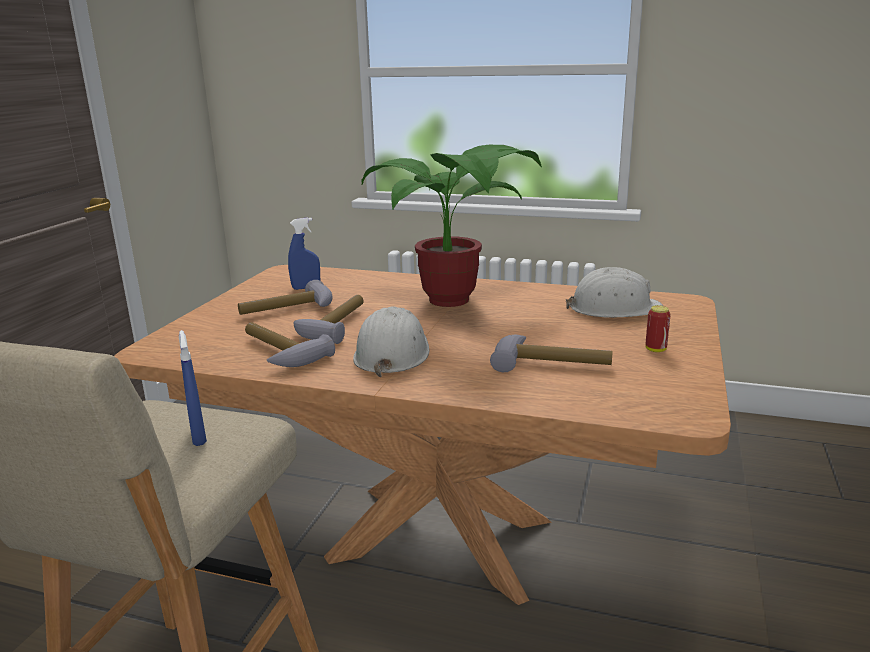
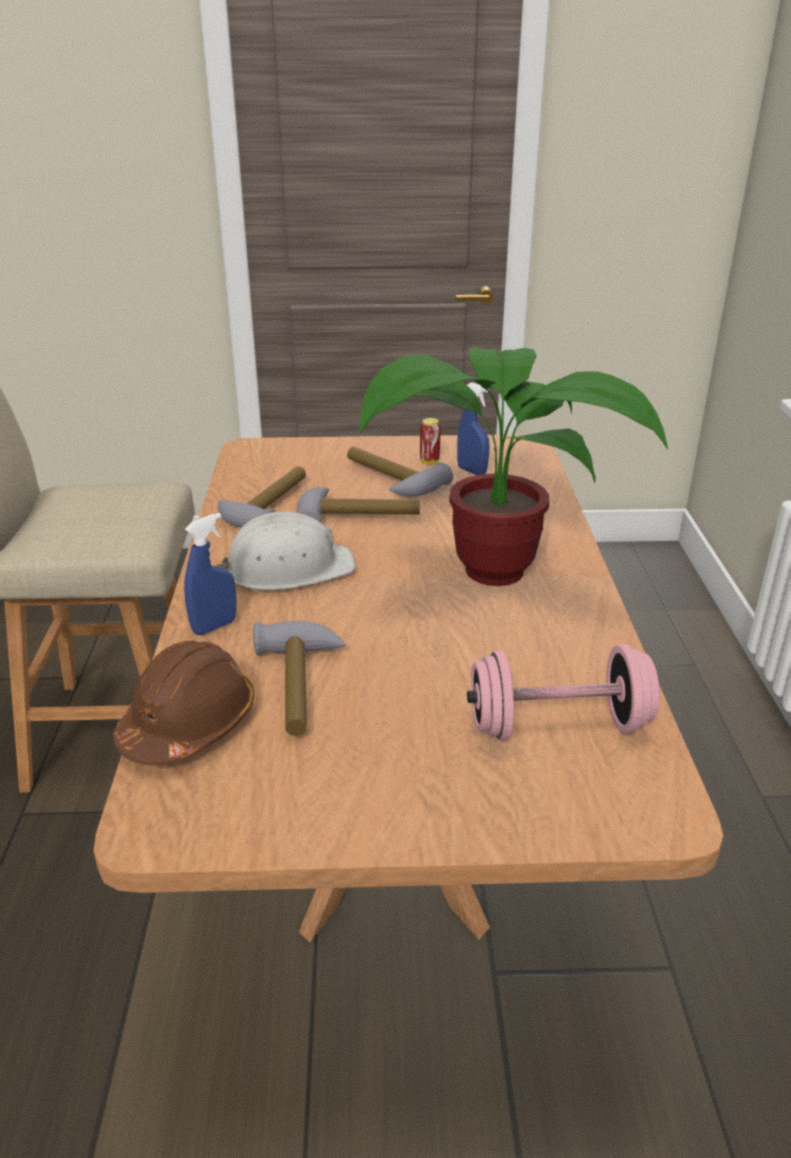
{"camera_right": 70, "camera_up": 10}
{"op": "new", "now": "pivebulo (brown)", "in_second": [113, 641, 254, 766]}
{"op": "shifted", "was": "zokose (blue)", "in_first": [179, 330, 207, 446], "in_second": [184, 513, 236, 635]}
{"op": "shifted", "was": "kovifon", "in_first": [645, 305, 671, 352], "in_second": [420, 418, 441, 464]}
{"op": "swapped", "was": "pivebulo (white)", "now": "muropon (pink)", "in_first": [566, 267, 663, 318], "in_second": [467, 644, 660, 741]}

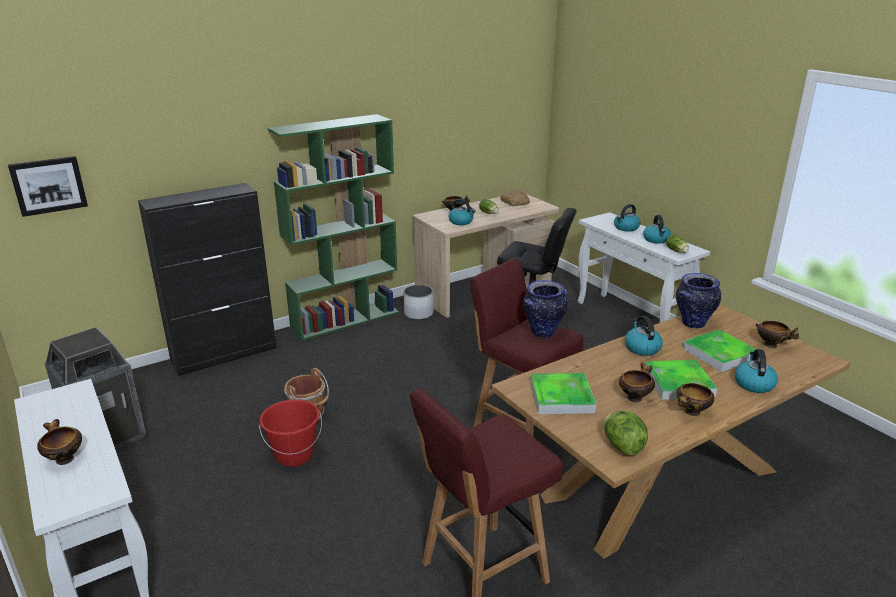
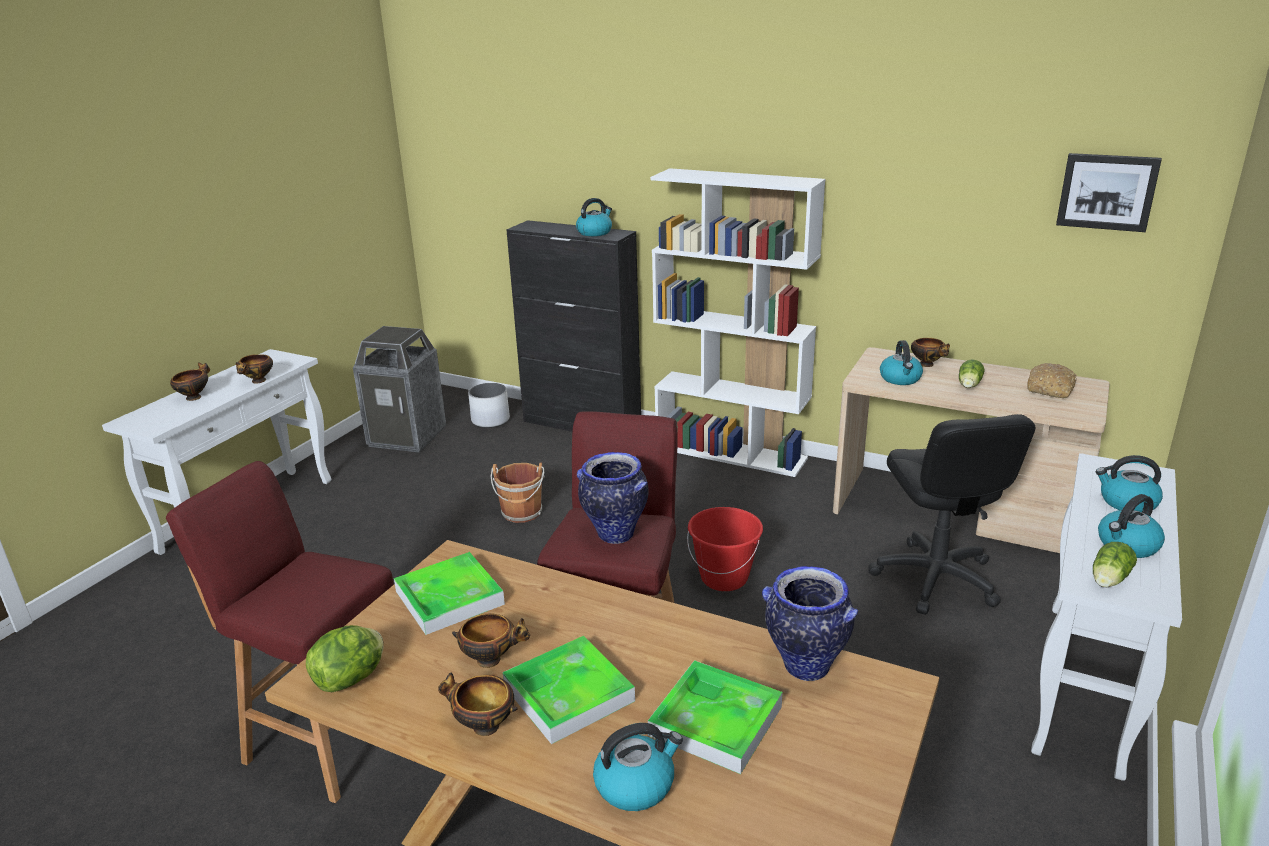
{"camera_right": 60, "camera_up": 0}
{"op": "shifted", "was": "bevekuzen", "in_first": [8, 156, 88, 217], "in_second": [1056, 153, 1162, 232]}
{"op": "shifted", "was": "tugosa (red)", "in_first": [259, 399, 322, 467], "in_second": [687, 507, 763, 591]}
{"op": "shifted", "was": "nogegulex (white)", "in_first": [404, 285, 433, 320], "in_second": [468, 383, 510, 428]}
{"op": "shifted", "was": "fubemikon", "in_first": [625, 316, 663, 356], "in_second": [576, 198, 612, 236]}
{"op": "shifted", "was": "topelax", "in_first": [756, 321, 799, 348], "in_second": [236, 354, 273, 384]}
{"op": "repainted", "was": "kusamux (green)", "now": "kusamux (white)", "in_first": [268, 114, 399, 341], "in_second": [650, 168, 825, 477]}

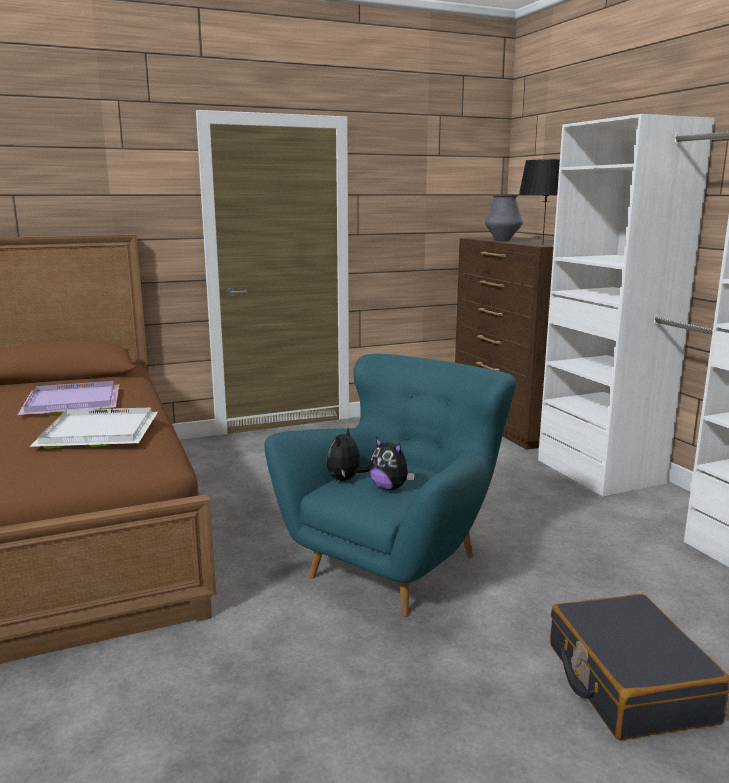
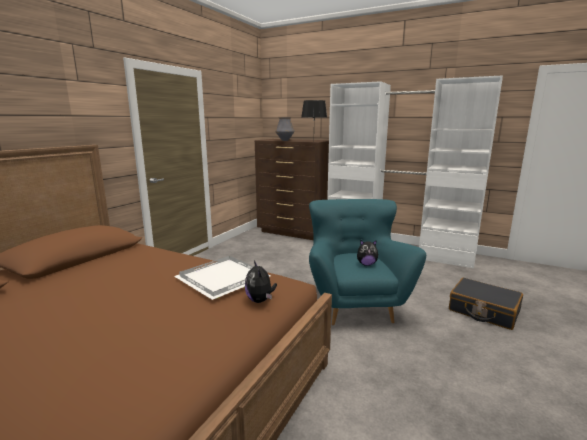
{"camera_right": -40, "camera_up": 0}
{"op": "gone", "was": "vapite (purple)", "in_first": [18, 381, 119, 415]}
{"op": "shifted", "was": "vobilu", "in_first": [326, 428, 370, 481], "in_second": [245, 261, 277, 303]}

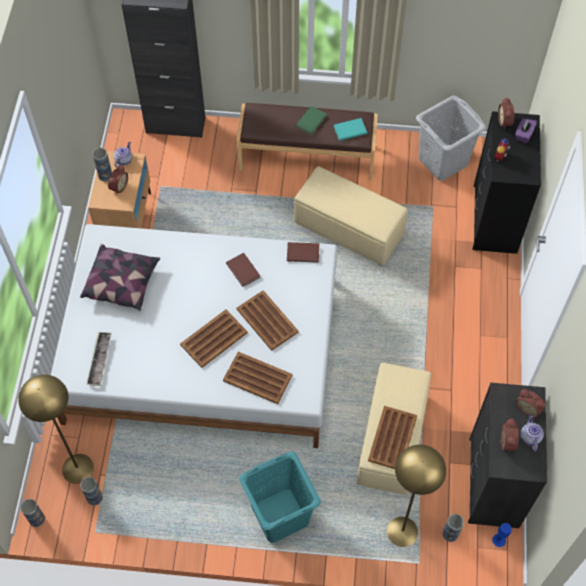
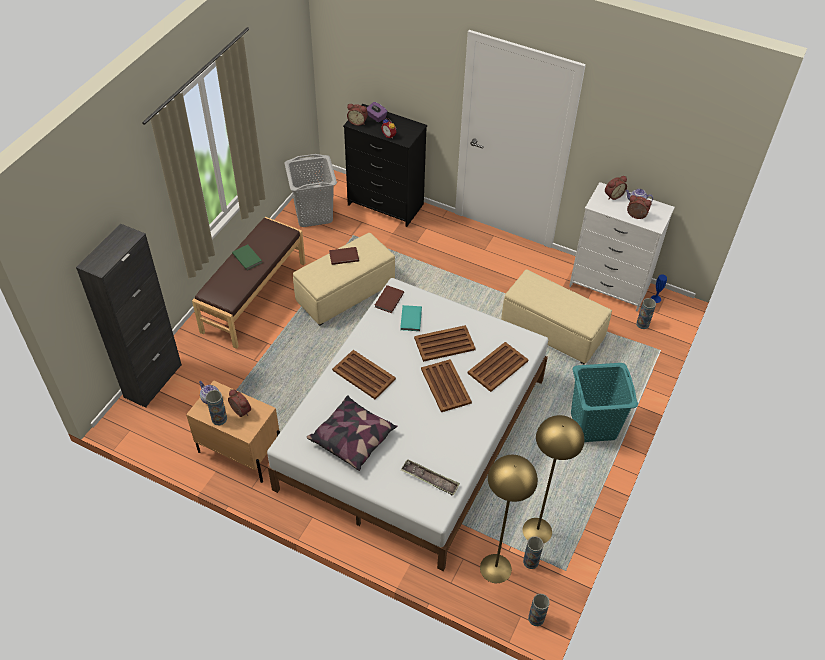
{"camera_right": -70, "camera_up": -10}
{"op": "shifted", "was": "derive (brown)", "in_first": [226, 253, 261, 287], "in_second": [329, 247, 359, 265]}
{"op": "shifted", "was": "derive (turquoise)", "in_first": [334, 118, 367, 141], "in_second": [400, 305, 422, 331]}
{"op": "shifted", "was": "vapite (brown)", "in_first": [368, 406, 418, 469], "in_second": [332, 350, 396, 399]}
{"op": "shifted", "was": "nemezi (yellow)", "in_first": [387, 444, 446, 547], "in_second": [523, 415, 584, 544]}
{"op": "repainted", "was": "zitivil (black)", "now": "zitivil (white)", "in_first": [468, 382, 547, 528], "in_second": [569, 182, 675, 311]}

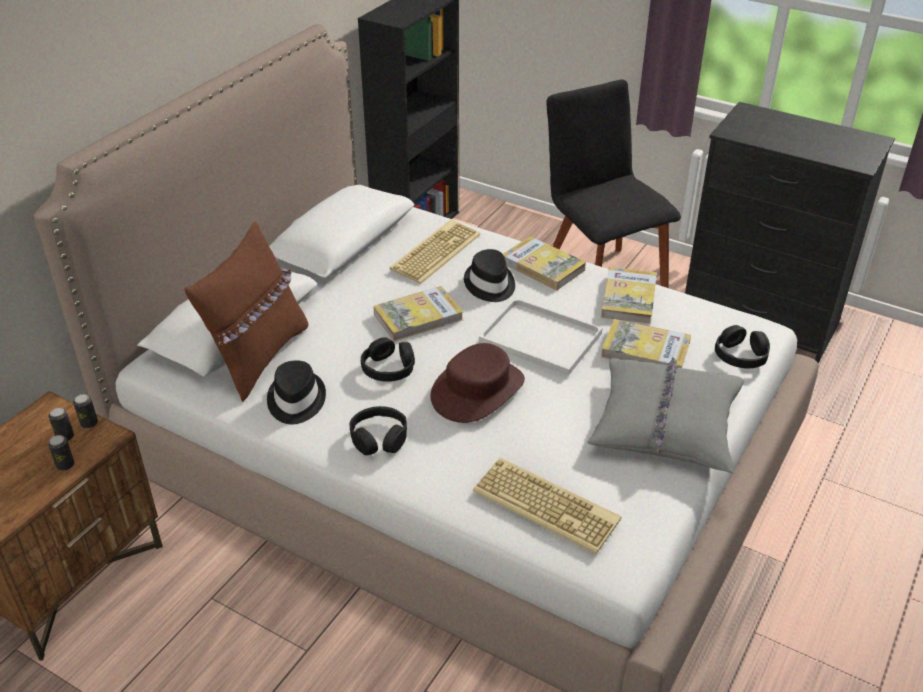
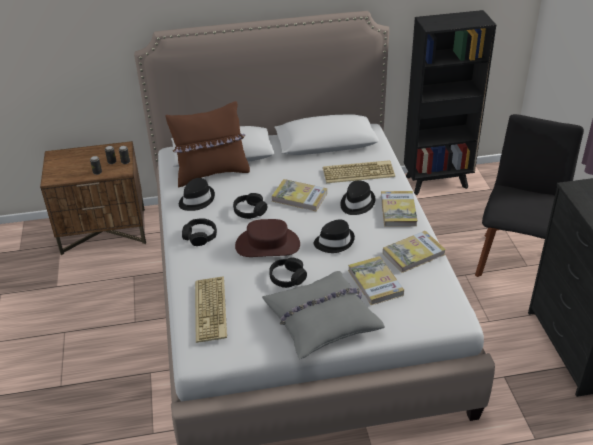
{"camera_right": 50, "camera_up": 0}
{"op": "shifted", "was": "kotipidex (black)", "in_first": [715, 325, 770, 368], "in_second": [269, 257, 307, 288]}
{"op": "swapped", "was": "vapite (white)", "now": "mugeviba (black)", "in_first": [479, 298, 602, 376], "in_second": [314, 219, 355, 253]}

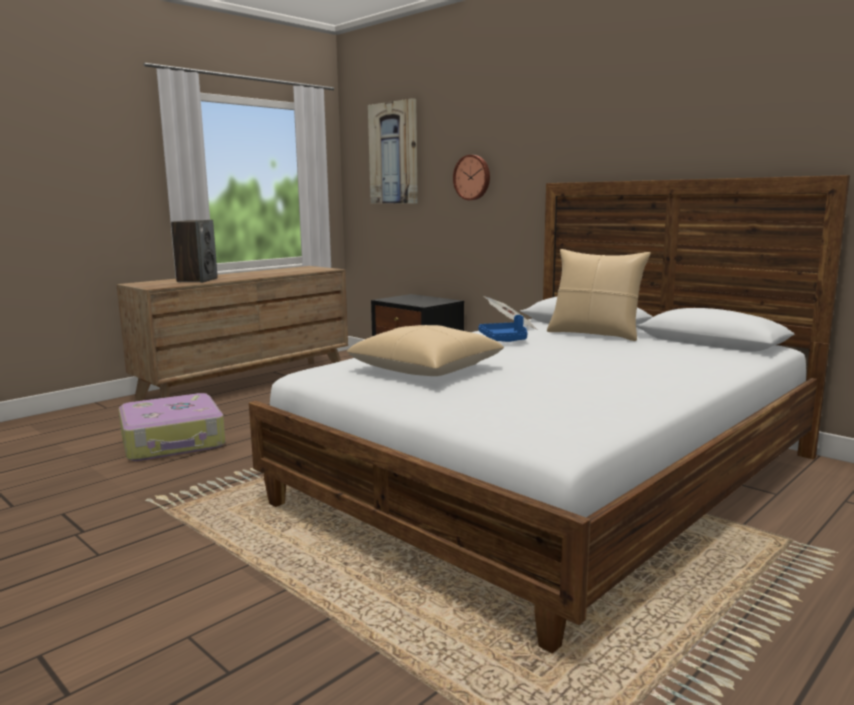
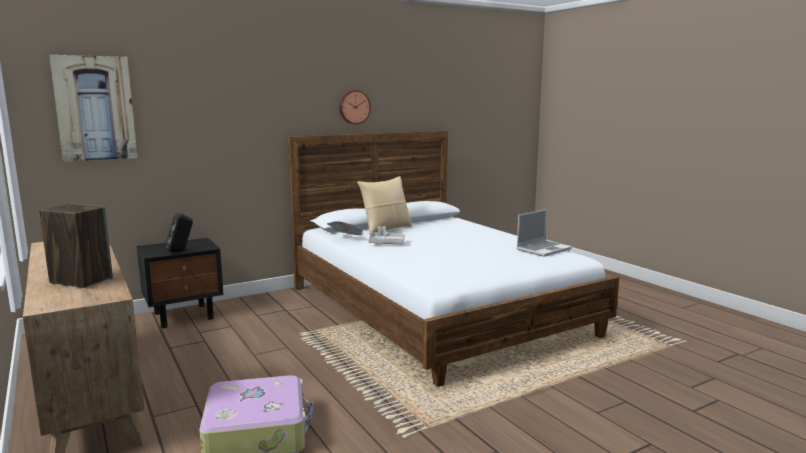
{"camera_right": -75, "camera_up": 0}
{"op": "gone", "was": "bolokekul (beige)", "in_first": [347, 325, 504, 376]}
{"op": "new", "now": "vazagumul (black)", "in_second": [166, 213, 193, 252]}
{"op": "new", "now": "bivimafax", "in_second": [516, 209, 572, 257]}
{"op": "shifted", "was": "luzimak", "in_first": [453, 155, 490, 200], "in_second": [339, 90, 371, 124]}
{"op": "repainted", "was": "vapite (blue)", "now": "vapite (grey)", "in_first": [478, 315, 528, 342], "in_second": [368, 226, 405, 244]}

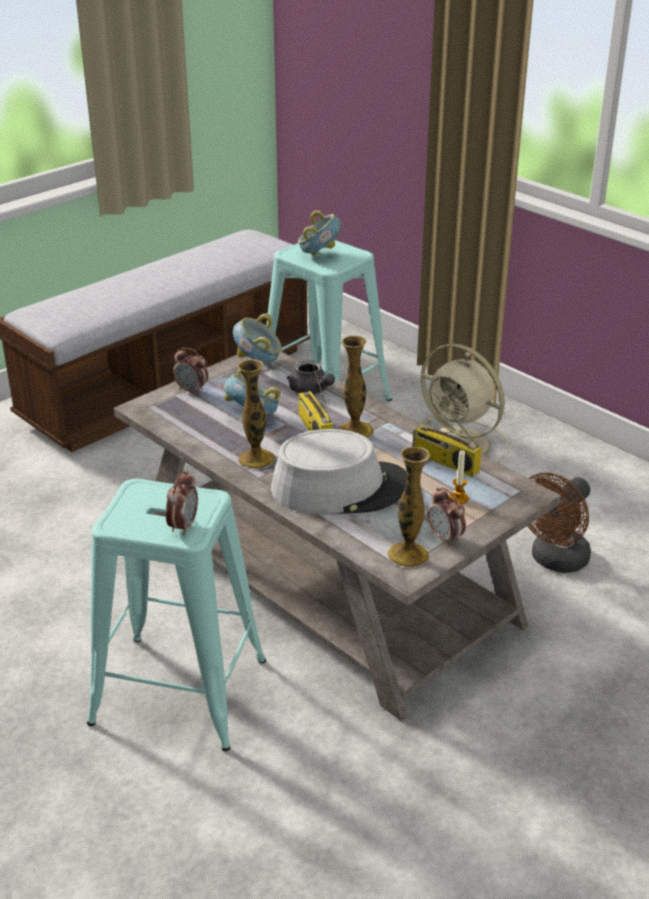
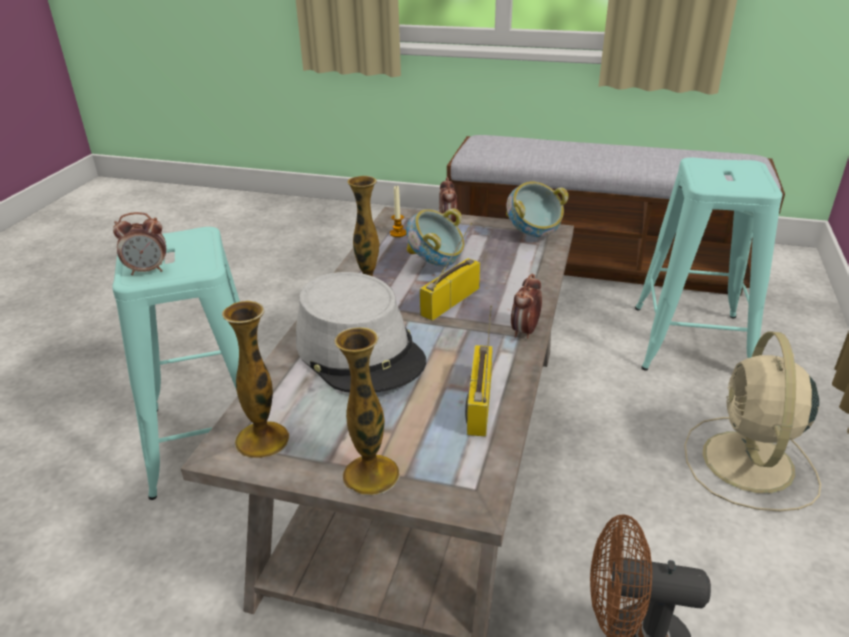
{"camera_right": 60, "camera_up": 0}
{"op": "gone", "was": "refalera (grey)", "in_first": [287, 360, 335, 394]}
{"op": "gone", "was": "topelax", "in_first": [298, 210, 342, 256]}
{"op": "shifted", "was": "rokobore", "in_first": [339, 335, 374, 438], "in_second": [334, 327, 400, 495]}
{"op": "shifted", "was": "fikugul", "in_first": [427, 487, 466, 547], "in_second": [511, 274, 542, 339]}
{"op": "shifted", "was": "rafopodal", "in_first": [449, 450, 468, 504], "in_second": [390, 186, 406, 237]}

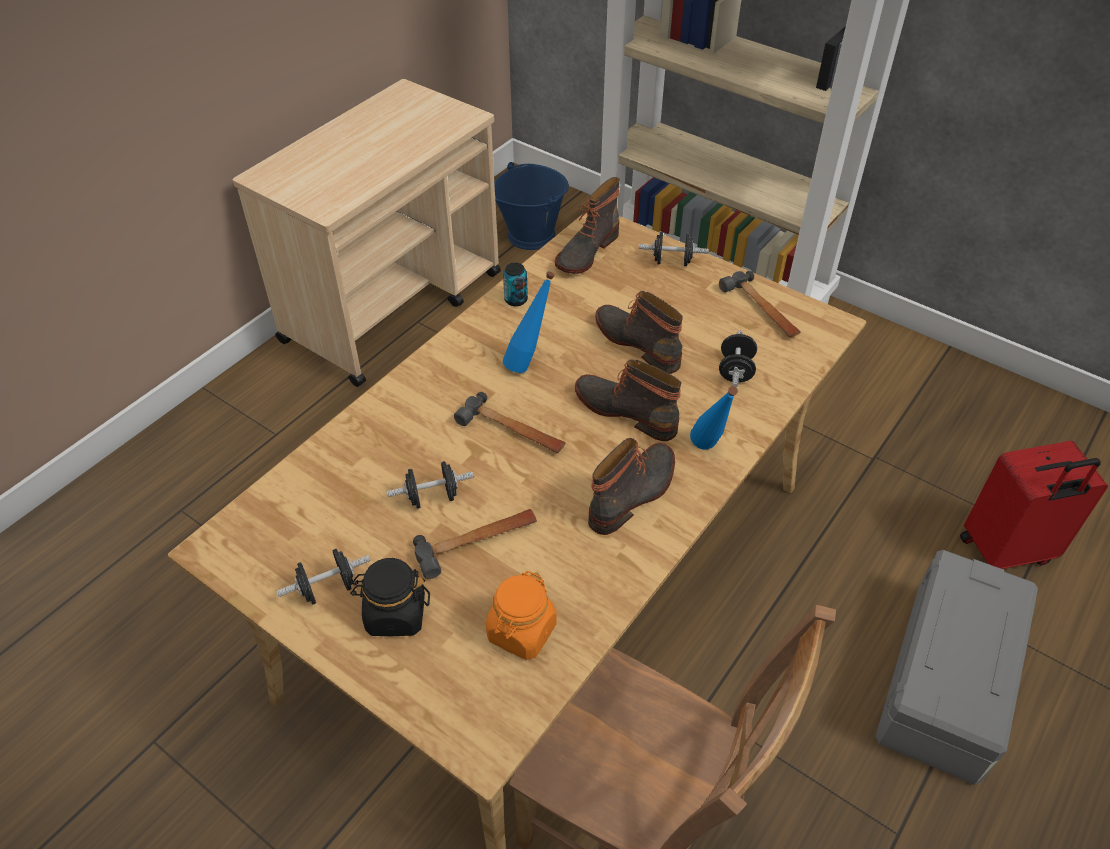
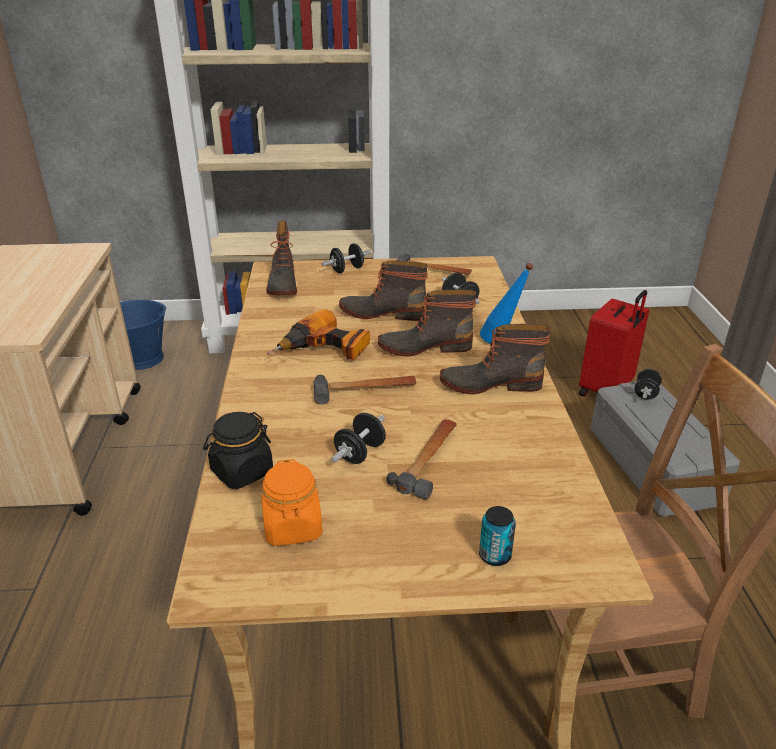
{"camera_right": -40, "camera_up": -15}
{"op": "shifted", "was": "muropon (black)", "in_first": [277, 549, 370, 604], "in_second": [634, 369, 662, 400]}
{"op": "shifted", "was": "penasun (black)", "in_first": [350, 558, 430, 636], "in_second": [203, 412, 273, 489]}
{"op": "shifted", "was": "penasun (orange)", "in_first": [486, 571, 557, 660], "in_second": [262, 459, 323, 546]}
{"op": "shifted", "was": "kovifon", "in_first": [503, 263, 528, 306], "in_second": [479, 506, 516, 566]}
{"op": "swapped", "was": "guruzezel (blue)", "now": "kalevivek", "in_first": [503, 271, 555, 373], "in_second": [267, 309, 370, 360]}
{"op": "rotated", "was": "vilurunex", "in_first": [588, 438, 675, 535], "in_second": [440, 324, 551, 394], "clockwise": -90}

